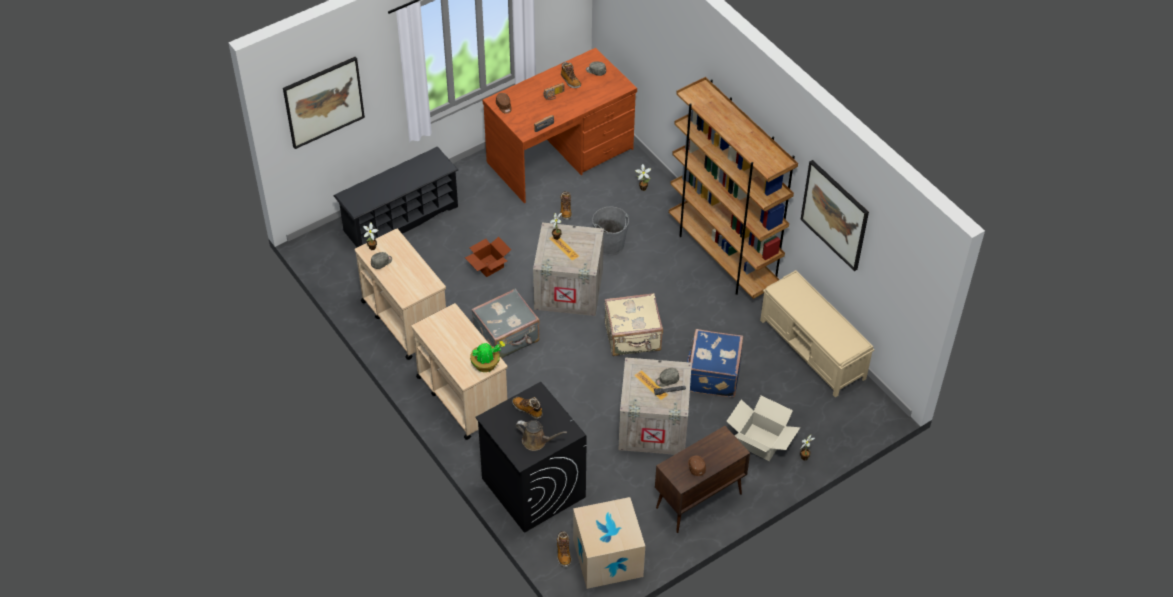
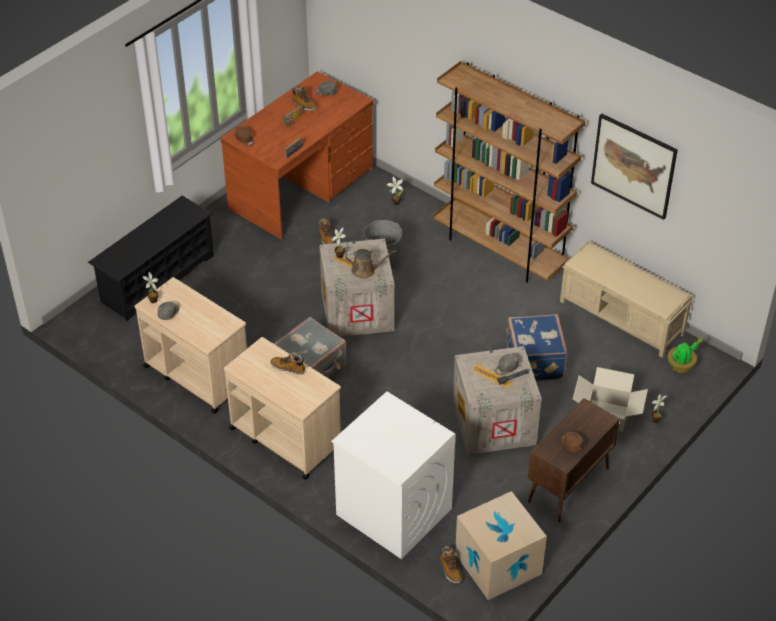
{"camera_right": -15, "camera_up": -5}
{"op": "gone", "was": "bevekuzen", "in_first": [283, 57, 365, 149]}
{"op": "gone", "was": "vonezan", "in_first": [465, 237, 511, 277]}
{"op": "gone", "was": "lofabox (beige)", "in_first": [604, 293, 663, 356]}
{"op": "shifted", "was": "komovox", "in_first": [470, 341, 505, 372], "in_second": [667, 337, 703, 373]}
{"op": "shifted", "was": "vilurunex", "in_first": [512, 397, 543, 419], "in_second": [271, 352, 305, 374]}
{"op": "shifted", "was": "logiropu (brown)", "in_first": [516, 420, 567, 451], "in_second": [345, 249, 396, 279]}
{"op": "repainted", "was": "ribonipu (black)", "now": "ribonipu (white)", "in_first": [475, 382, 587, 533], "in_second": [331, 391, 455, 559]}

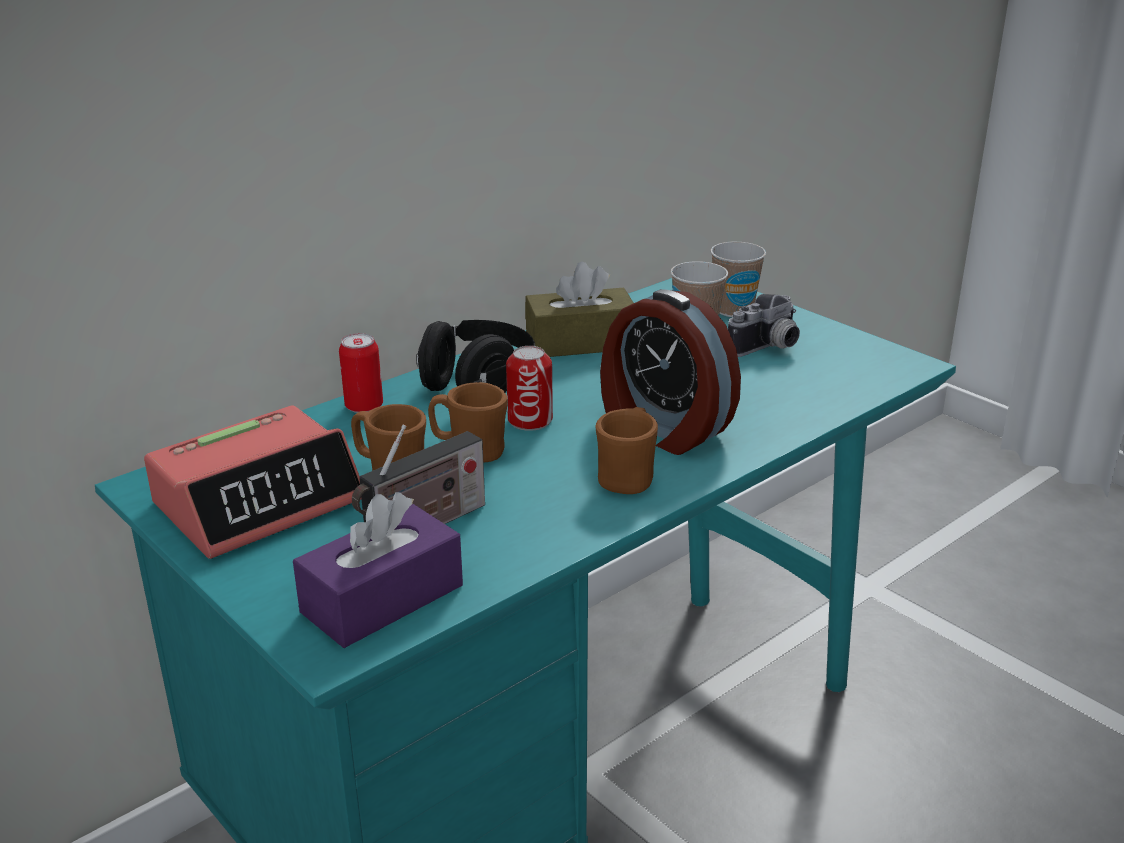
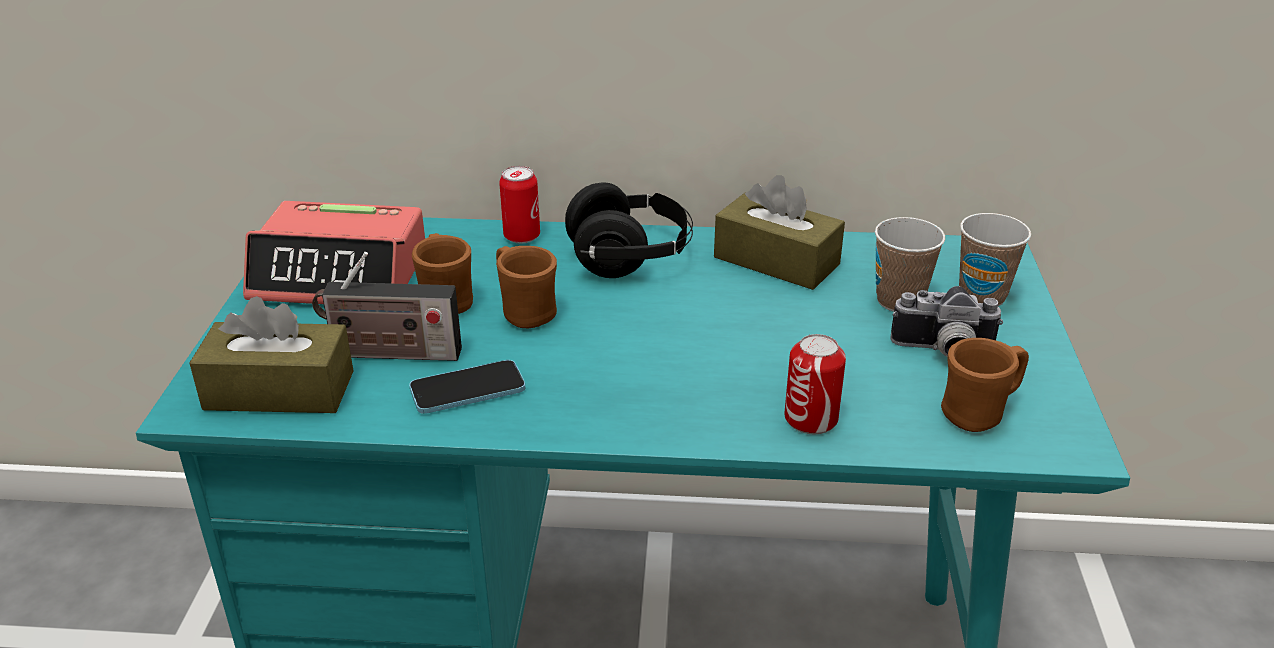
{"camera_right": 45, "camera_up": 5}
{"op": "gone", "was": "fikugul", "in_first": [600, 289, 741, 455]}
{"op": "new", "now": "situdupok", "in_second": [409, 360, 525, 414]}
{"op": "shifted", "was": "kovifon", "in_first": [506, 346, 553, 431], "in_second": [784, 334, 846, 434]}
{"op": "shifted", "was": "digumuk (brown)", "in_first": [595, 407, 658, 494], "in_second": [941, 338, 1029, 432]}
{"op": "repainted", "was": "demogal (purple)", "now": "demogal (brown)", "in_first": [293, 492, 463, 648], "in_second": [189, 296, 353, 413]}

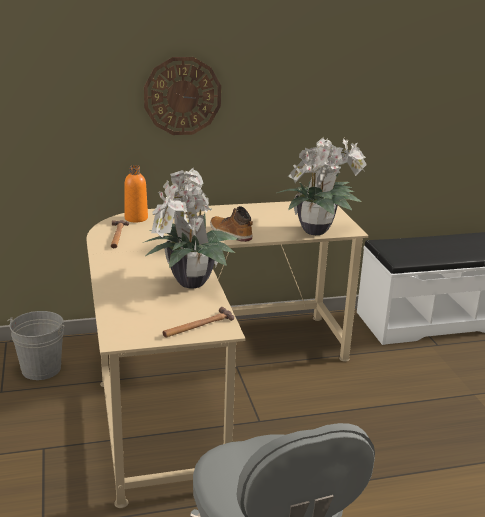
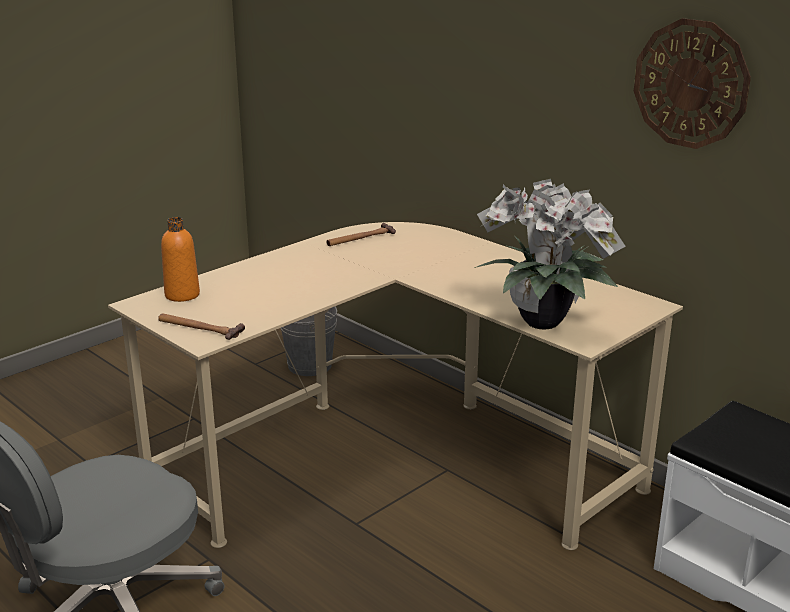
{"camera_right": 60, "camera_up": 0}
{"op": "gone", "was": "komovox", "in_first": [142, 168, 239, 288]}
{"op": "gone", "was": "vilurunex", "in_first": [210, 206, 253, 242]}
{"op": "shifted", "was": "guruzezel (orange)", "in_first": [124, 165, 148, 222], "in_second": [161, 217, 200, 302]}
{"op": "shifted", "was": "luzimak", "in_first": [144, 57, 221, 135], "in_second": [634, 18, 751, 149]}

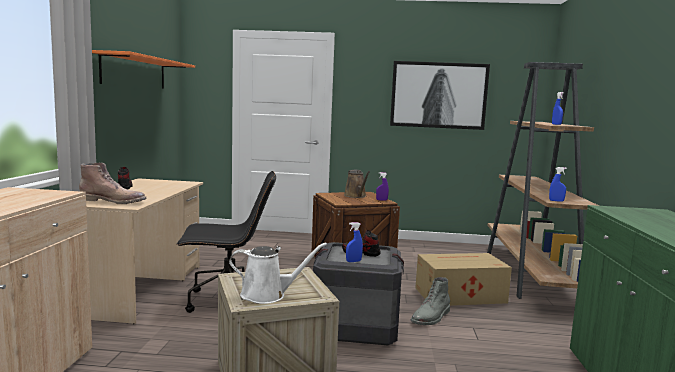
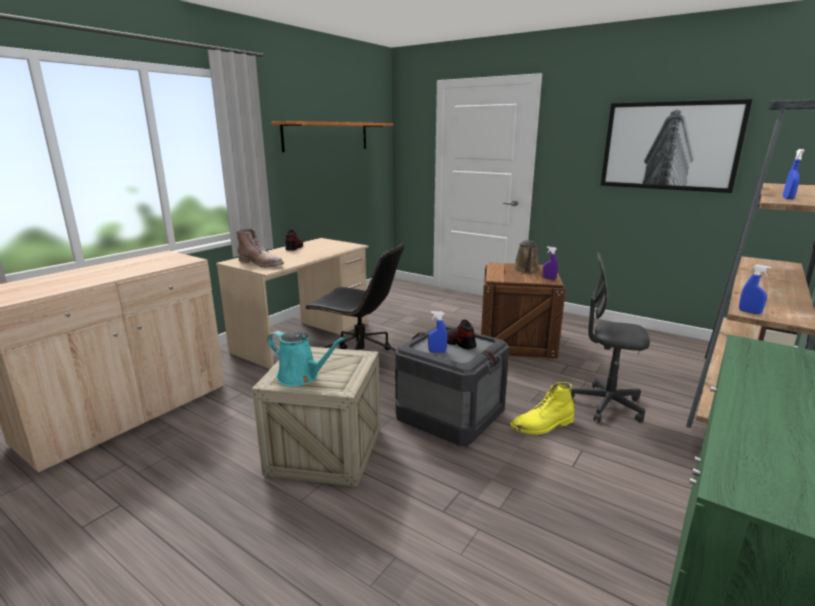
{"camera_right": 30, "camera_up": 10}
{"op": "swapped", "was": "vonezan", "now": "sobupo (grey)", "in_first": [415, 253, 512, 306], "in_second": [571, 252, 650, 423]}
{"op": "repainted", "was": "logiropu (white)", "now": "logiropu (turquoise)", "in_first": [229, 243, 327, 304], "in_second": [267, 331, 346, 386]}
{"op": "repainted", "was": "vilurunex (grey)", "now": "vilurunex (yellow)", "in_first": [411, 277, 450, 325], "in_second": [510, 382, 574, 435]}

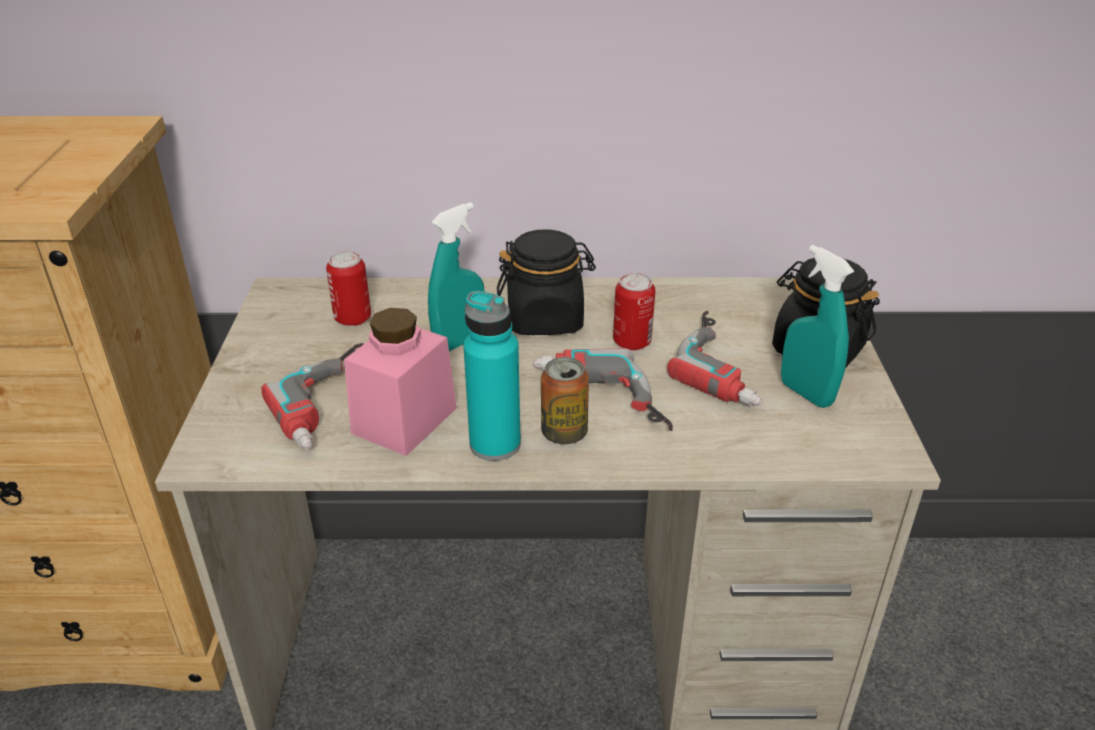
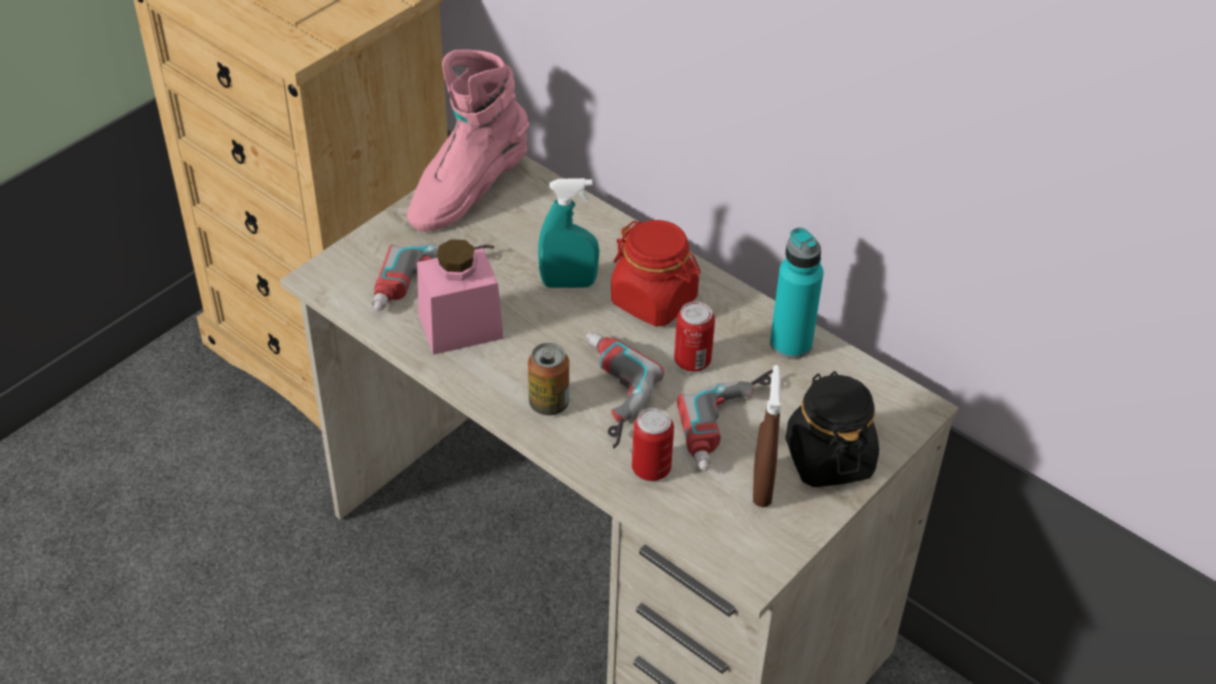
{"camera_right": 40, "camera_up": 10}
{"op": "new", "now": "vilurunex (pink)", "in_second": [407, 49, 530, 232]}
{"op": "shifted", "was": "kovifon", "in_first": [326, 251, 371, 327], "in_second": [632, 408, 674, 481]}
{"op": "shifted", "was": "guruzezel (turquoise)", "in_first": [463, 291, 521, 461], "in_second": [770, 227, 823, 359]}
{"op": "repainted", "was": "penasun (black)", "now": "penasun (red)", "in_first": [497, 229, 596, 335], "in_second": [611, 220, 700, 327]}
{"op": "repainted", "was": "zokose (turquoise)", "now": "zokose (brown)", "in_first": [781, 245, 854, 408], "in_second": [753, 365, 781, 507]}

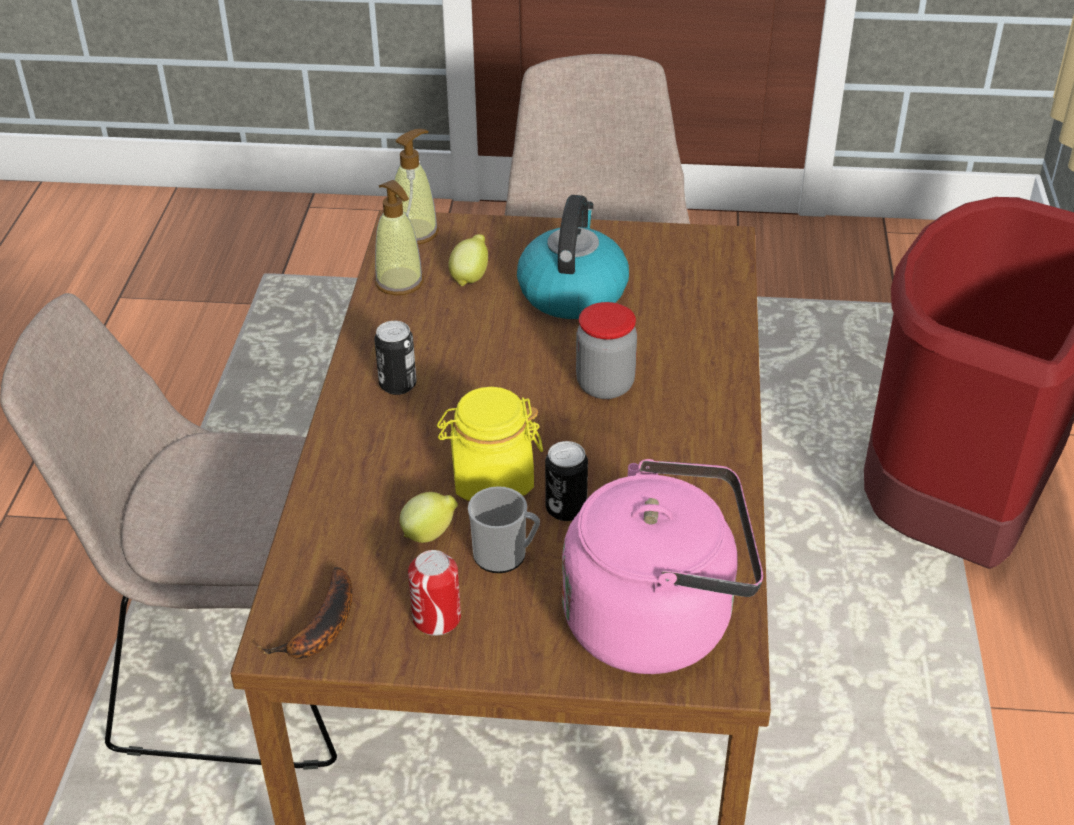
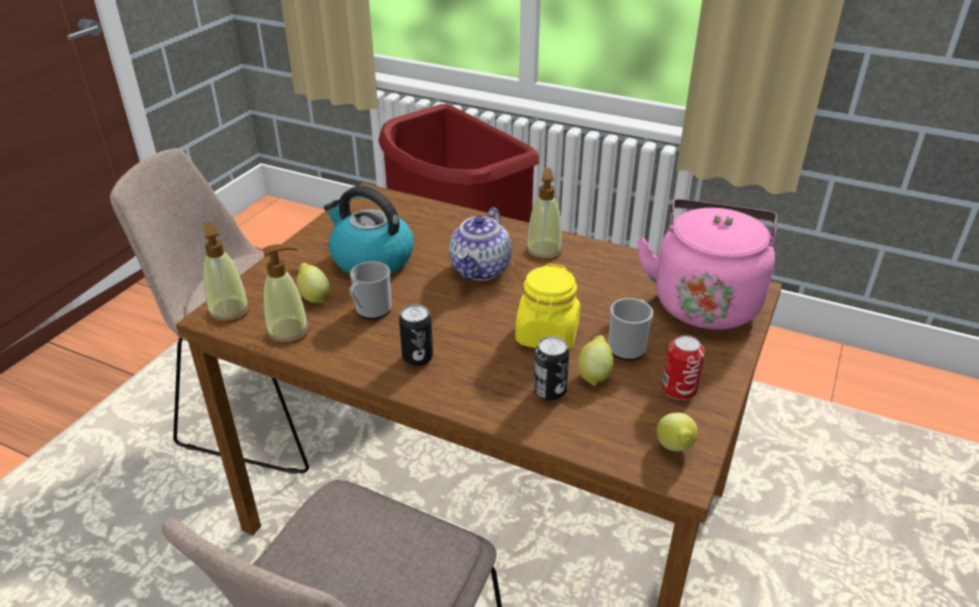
{"camera_right": -70, "camera_up": -5}
{"op": "new", "now": "digumuk", "in_second": [349, 261, 391, 319]}
{"op": "new", "now": "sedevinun", "in_second": [526, 168, 562, 261]}
{"op": "shifted", "was": "kovifon", "in_first": [545, 441, 588, 521], "in_second": [534, 336, 570, 401]}
{"op": "swapped", "was": "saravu", "now": "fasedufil", "in_first": [257, 567, 353, 659], "in_second": [657, 413, 698, 452]}
{"op": "swapped", "was": "penasun", "now": "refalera", "in_first": [576, 302, 637, 399], "in_second": [449, 207, 512, 281]}

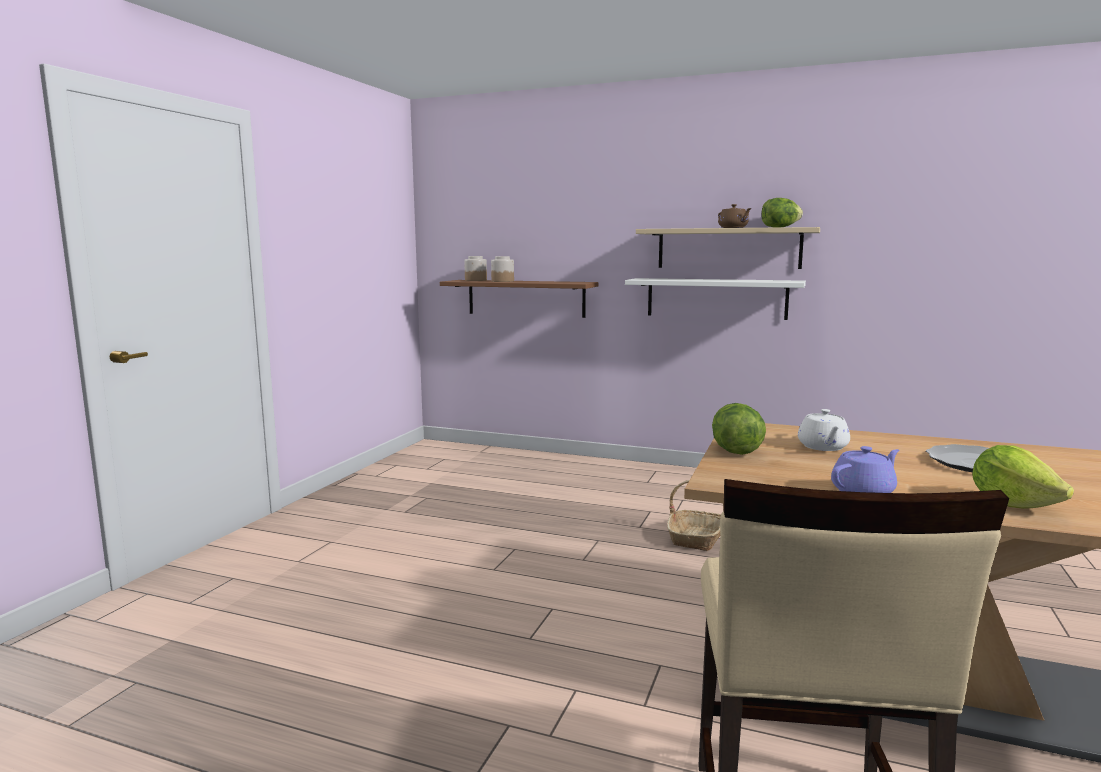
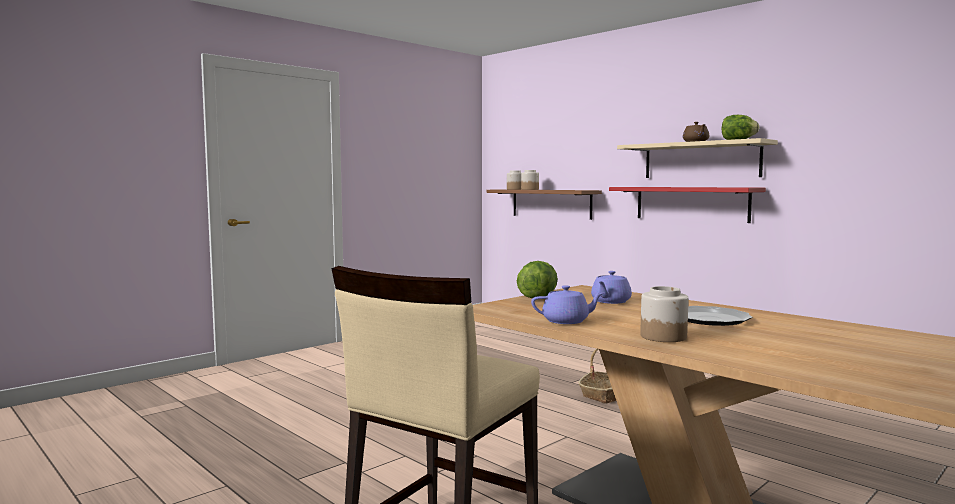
{"camera_right": 25, "camera_up": -5}
{"op": "swapped", "was": "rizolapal", "now": "penasun", "in_first": [972, 445, 1074, 509], "in_second": [640, 286, 689, 342]}
{"op": "repainted", "was": "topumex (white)", "now": "topumex (red)", "in_first": [625, 278, 806, 320], "in_second": [609, 187, 766, 223]}
{"op": "repainted", "was": "refalera (white)", "now": "refalera (purple)", "in_first": [798, 409, 850, 451], "in_second": [591, 271, 632, 304]}

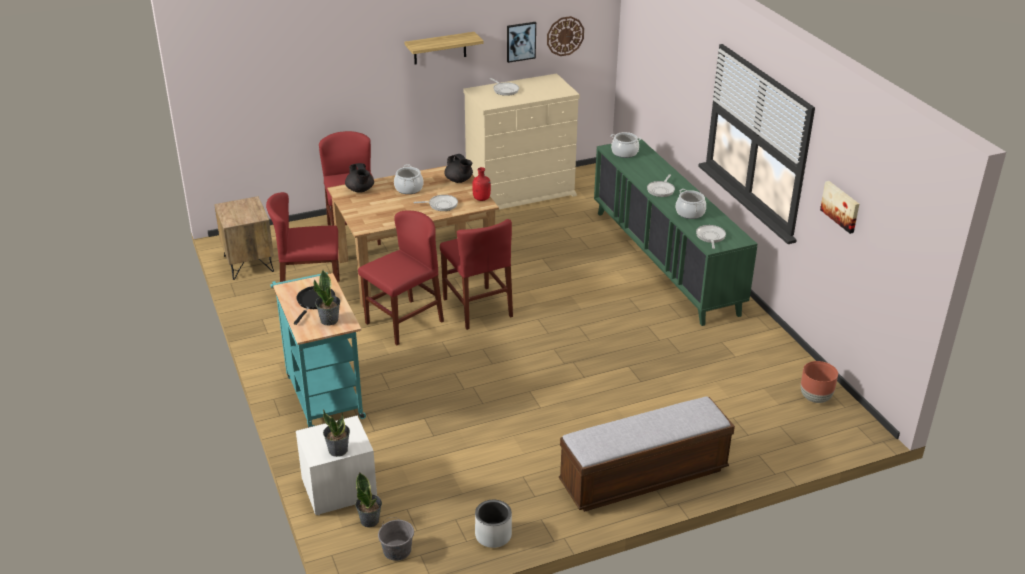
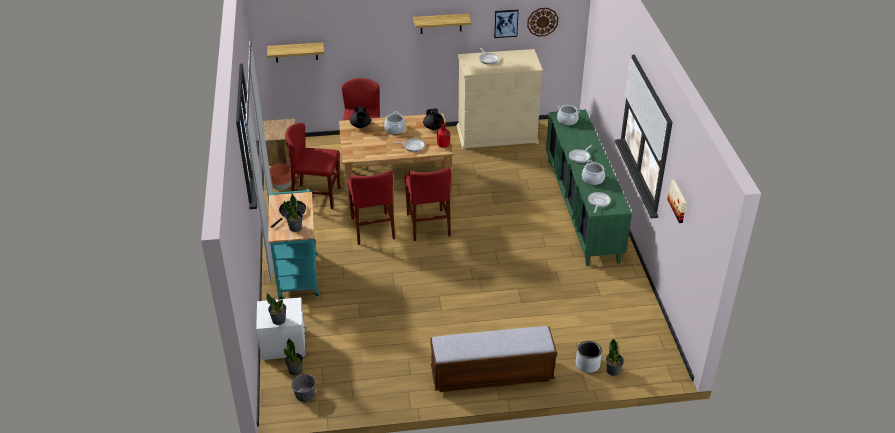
{"camera_right": 15, "camera_up": 5}
{"op": "new", "now": "topumex", "in_second": [267, 42, 324, 63]}
{"op": "new", "now": "komovox", "in_second": [606, 338, 624, 376]}
{"op": "shifted", "was": "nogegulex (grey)", "in_first": [475, 500, 512, 548], "in_second": [576, 341, 602, 373]}
{"op": "shifted", "was": "nogegulex (brown)", "in_first": [801, 361, 838, 403], "in_second": [269, 164, 291, 190]}
{"op": "rotated", "was": "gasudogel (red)", "in_first": [358, 211, 444, 345], "in_second": [347, 170, 395, 245], "clockwise": 105}

